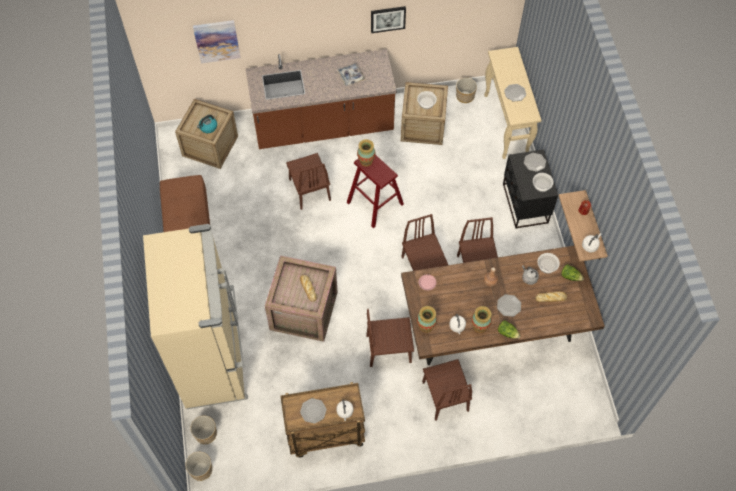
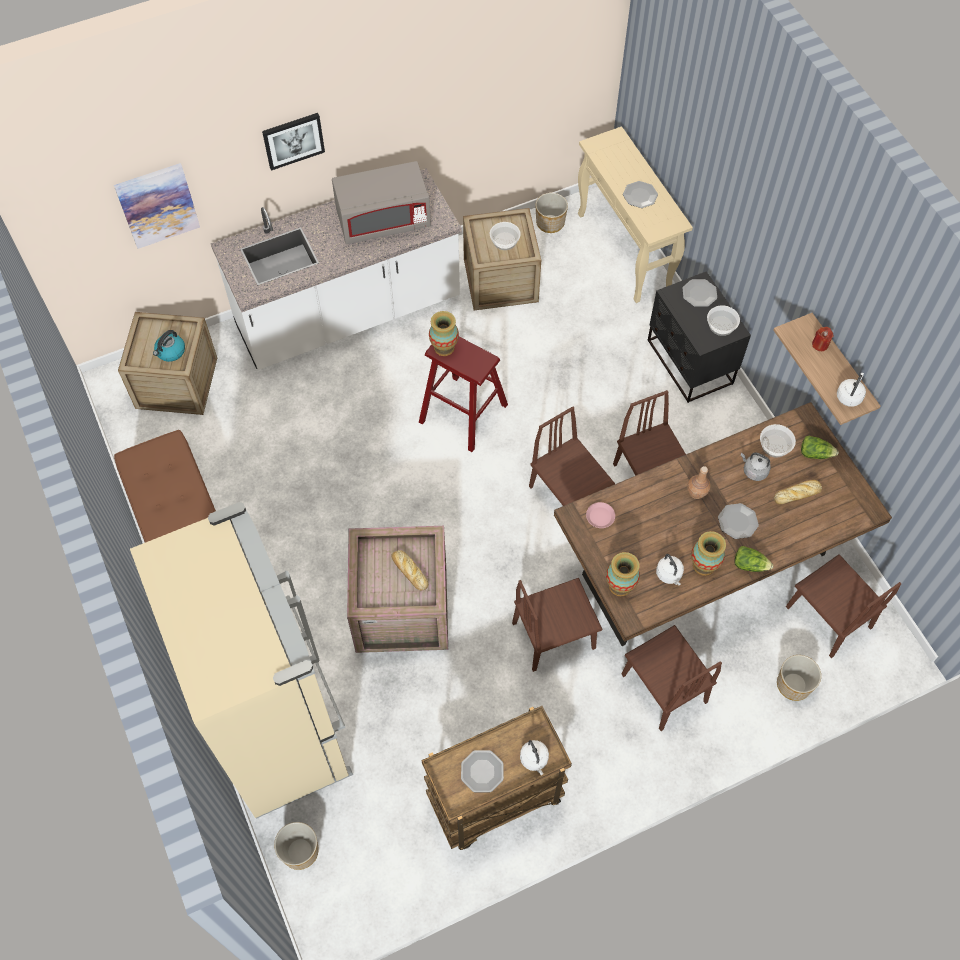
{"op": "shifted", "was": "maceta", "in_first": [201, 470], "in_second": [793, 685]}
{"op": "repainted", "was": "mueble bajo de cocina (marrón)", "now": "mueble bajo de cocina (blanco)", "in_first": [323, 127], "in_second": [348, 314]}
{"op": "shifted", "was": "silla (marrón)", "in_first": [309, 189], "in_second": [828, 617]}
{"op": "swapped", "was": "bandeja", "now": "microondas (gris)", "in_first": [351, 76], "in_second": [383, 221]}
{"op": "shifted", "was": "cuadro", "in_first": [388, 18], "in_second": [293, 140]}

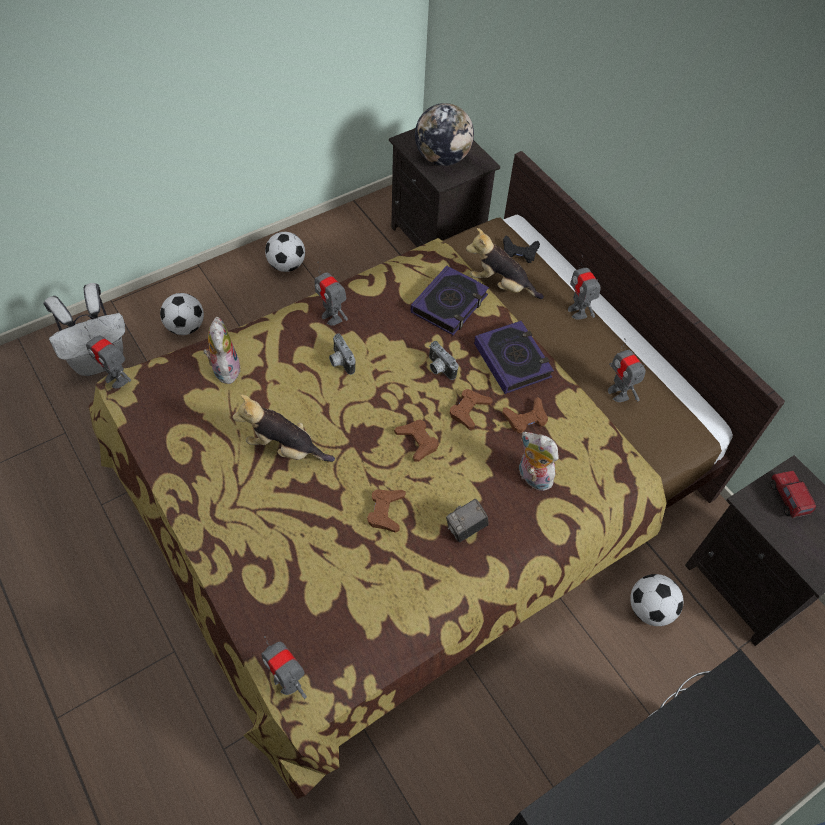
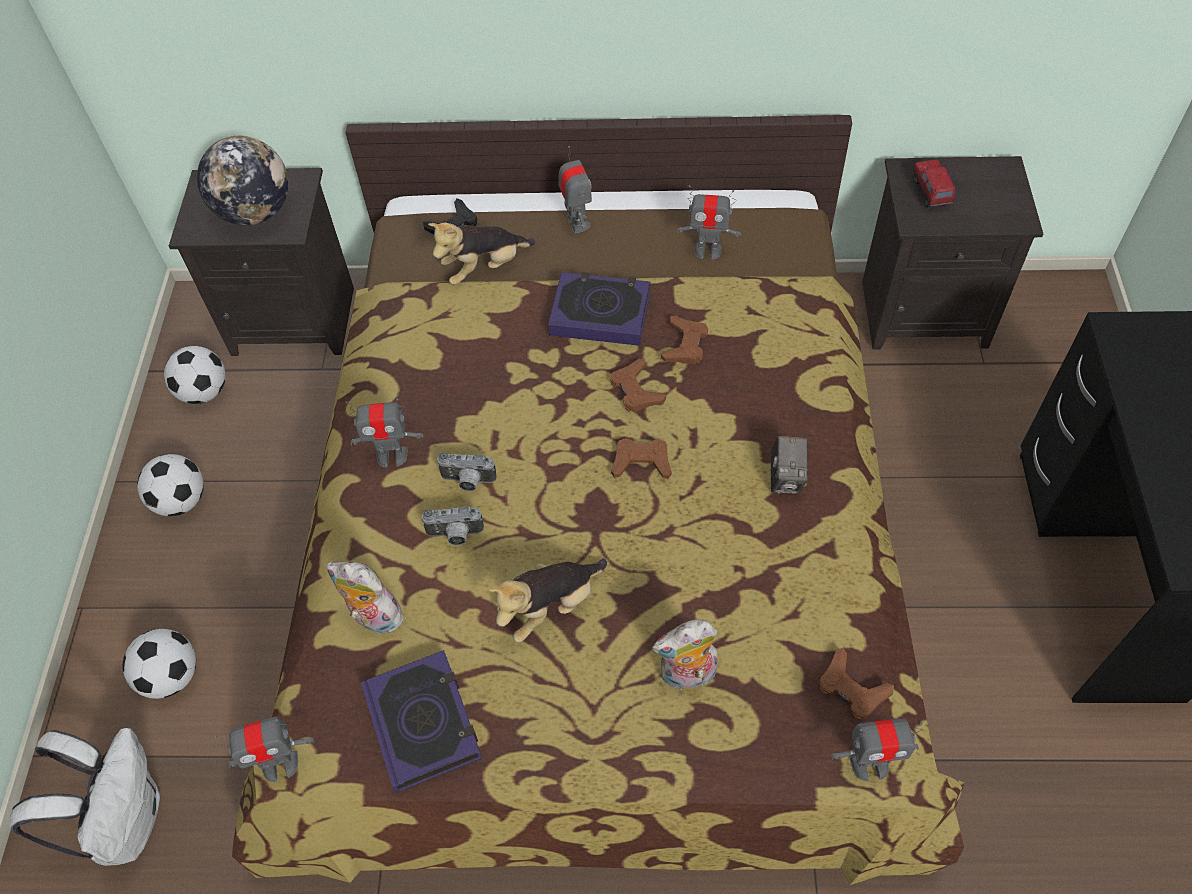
{"op": "shifted", "was": "mando de consola (marrón)", "in_first": [386, 511], "in_second": [851, 688]}
{"op": "shifted", "was": "libro", "in_first": [449, 304], "in_second": [423, 723]}
{"op": "shifted", "was": "cámara", "in_first": [438, 369], "in_second": [455, 536]}
{"op": "shifted", "was": "peluche", "in_first": [532, 478], "in_second": [687, 675]}
{"op": "rotated", "was": "robot de juguete", "in_first": [577, 311], "in_second": [577, 223], "clockwise": -120}
{"op": "shifted", "was": "balón de fútbol", "in_first": [649, 609], "in_second": [204, 392]}
{"op": "rotated", "was": "camión de juguete", "in_first": [786, 500], "in_second": [930, 193], "clockwise": 60}

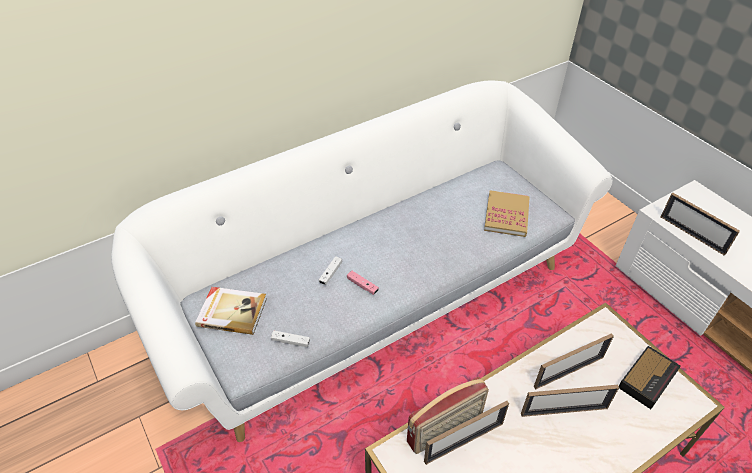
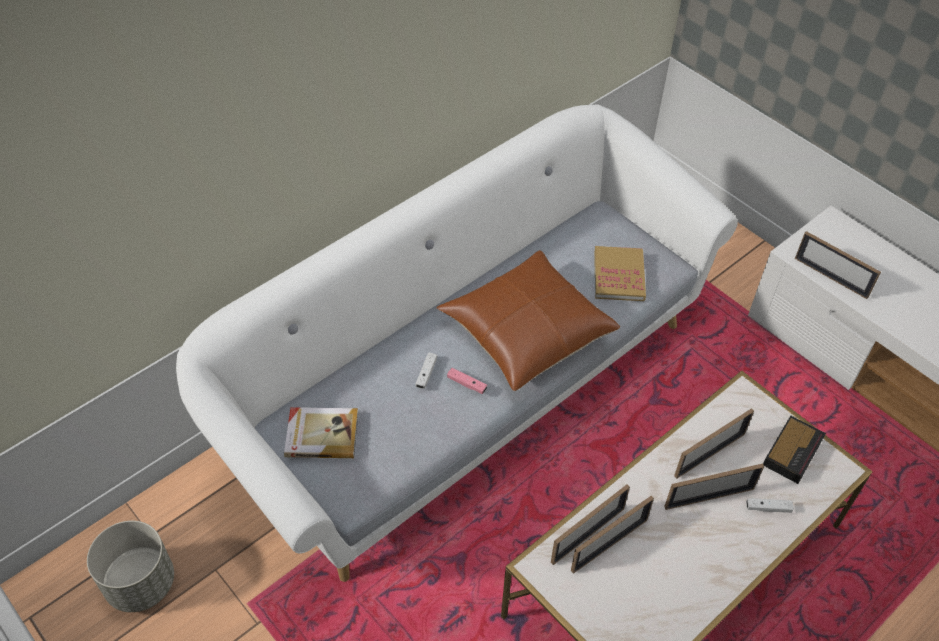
{"op": "shifted", "was": "mando de consola (blanco)", "in_first": [290, 341], "in_second": [768, 508]}
{"op": "swapped", "was": "radio", "now": "portarretratos", "in_first": [445, 430], "in_second": [587, 535]}
{"op": "new", "now": "maceta (gris)", "in_second": [140, 583]}
{"op": "new", "now": "cojín (marrón)", "in_second": [526, 331]}

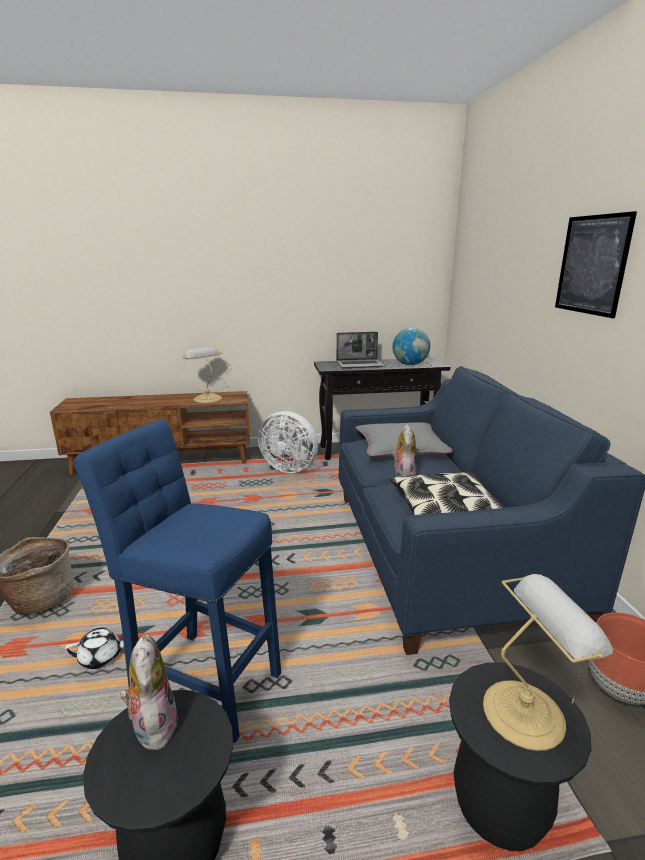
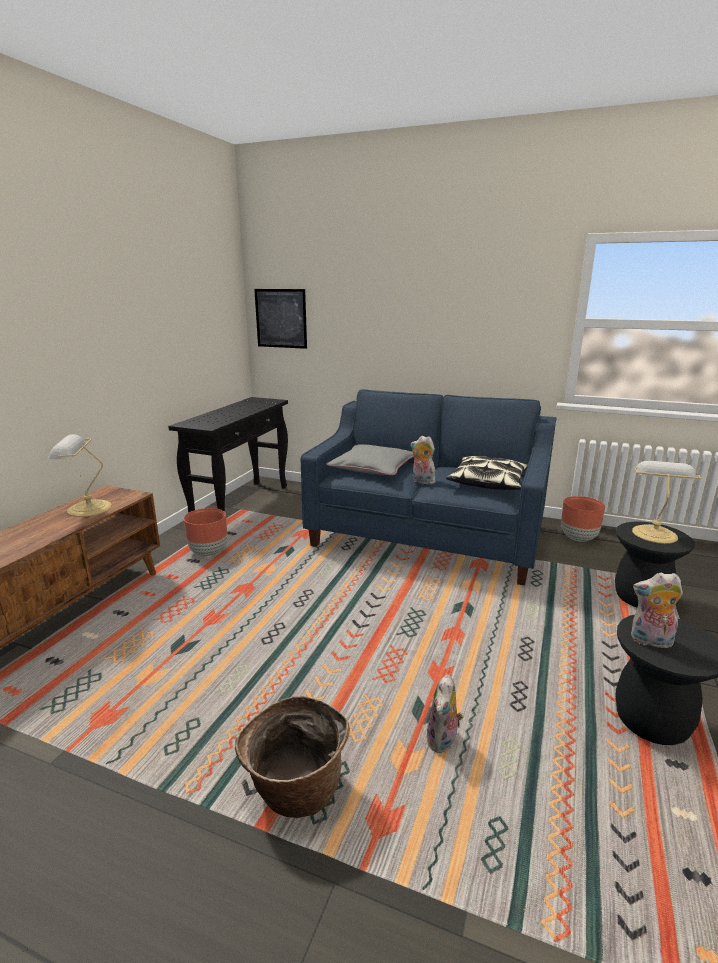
{"op": "swapped", "was": "tetera (blanco)", "now": "peluche", "in_first": [101, 657], "in_second": [443, 741]}
{"op": "gone", "was": "taburete (azul)", "in_first": [202, 681]}
{"op": "swapped", "was": "ventilador (blanco)", "now": "maceta (marrón)", "in_first": [290, 468], "in_second": [209, 552]}
{"op": "gone", "was": "portátil", "in_first": [360, 365]}
{"op": "gone", "was": "globo terráqueo", "in_first": [410, 364]}
{"op": "shifted", "was": "cuadro", "in_first": [592, 265], "in_second": [281, 318]}

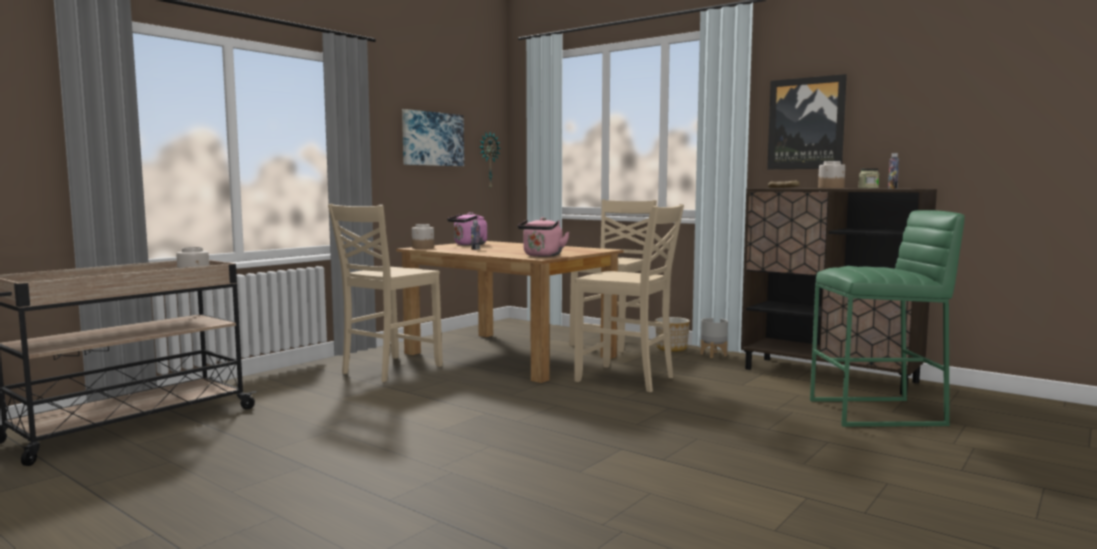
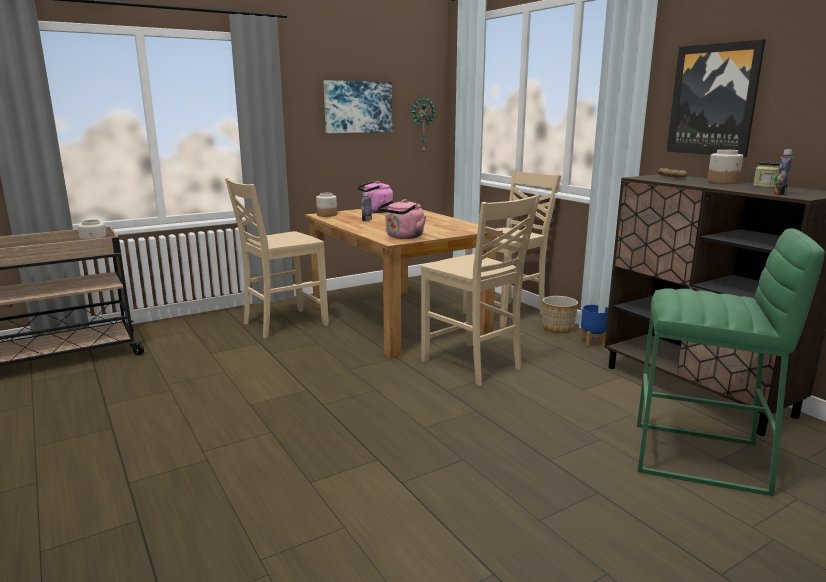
{"op": "repainted", "was": "maceta (gris)", "now": "maceta (azul)", "in_first": [714, 355], "in_second": [593, 343]}

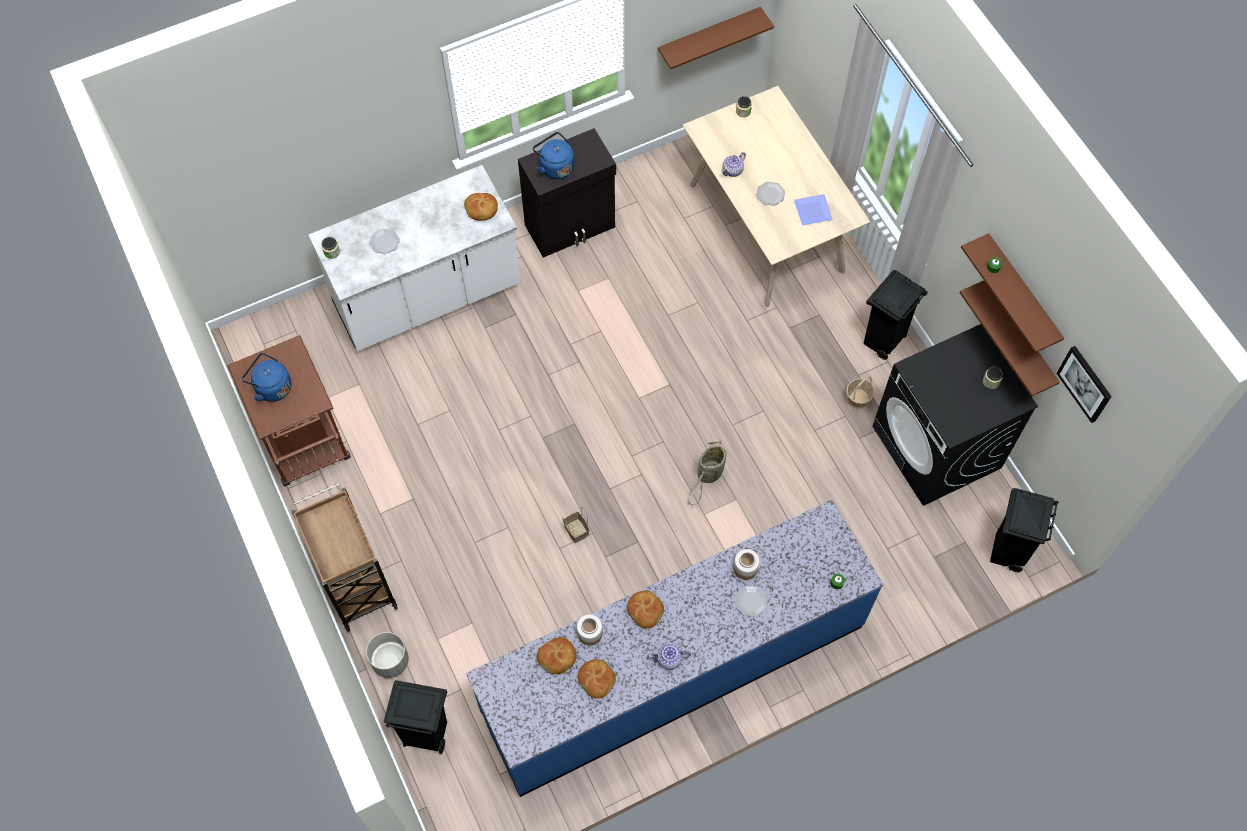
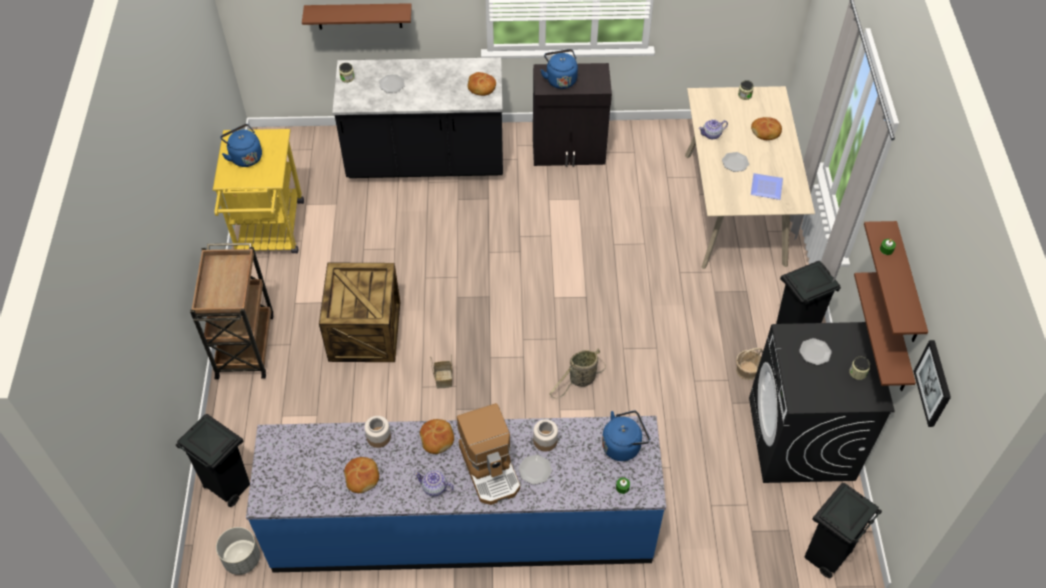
{"op": "repainted", "was": "carrito (marrón)", "now": "carrito (amarillo)", "in_first": [307, 447], "in_second": [269, 233]}
{"op": "repainted", "was": "mueble bajo de cocina (blanco)", "now": "mueble bajo de cocina (negro)", "in_first": [428, 297], "in_second": [426, 162]}
{"op": "shifted", "was": "maceta (gris)", "in_first": [390, 661], "in_second": [242, 559]}
{"op": "shifted", "was": "pan", "in_first": [557, 658], "in_second": [766, 132]}
{"op": "shifted", "was": "estante (marrón)", "in_first": [708, 37], "in_second": [359, 16]}
{"op": "new", "now": "caja de embalaje", "in_second": [363, 331]}
{"op": "new", "now": "cafetera", "in_second": [491, 468]}
{"op": "new", "now": "hervidor (azul)", "in_second": [623, 445]}
{"op": "new", "now": "plato", "in_second": [814, 352]}

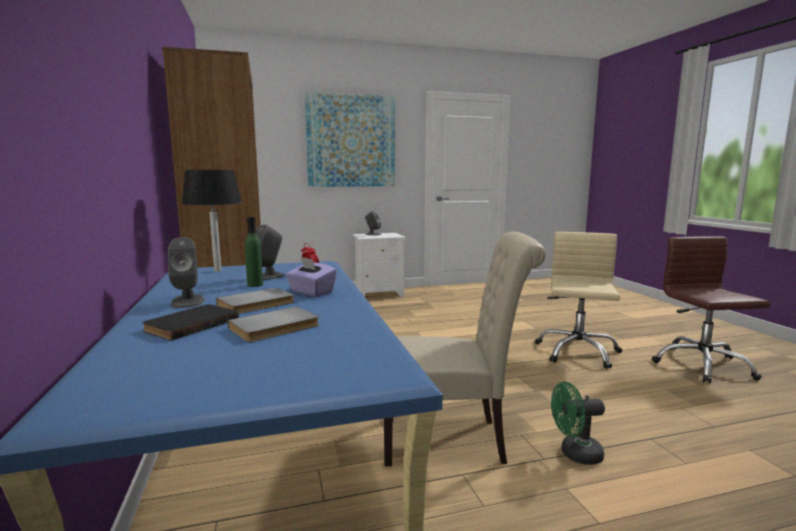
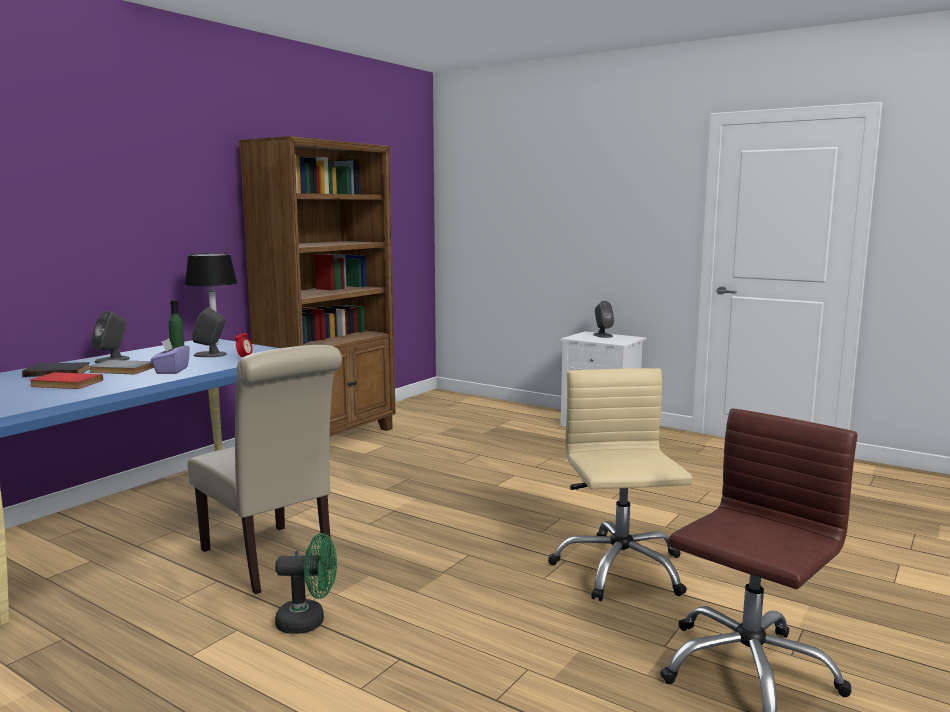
{"op": "repainted", "was": "libro (gris)", "now": "libro (rojo)", "in_first": [276, 328], "in_second": [65, 384]}
{"op": "gone", "was": "cuadro", "in_first": [351, 141]}
{"op": "rotated", "was": "silla de oficina (beis)", "in_first": [577, 352], "in_second": [619, 569], "clockwise": -75}
{"op": "rotated", "was": "ventilador (verde)", "in_first": [575, 454], "in_second": [309, 622], "clockwise": 135}

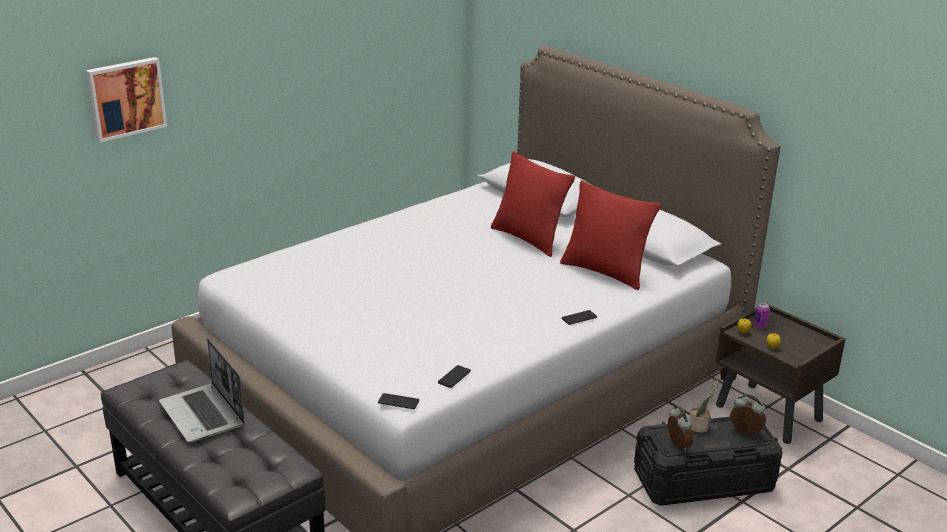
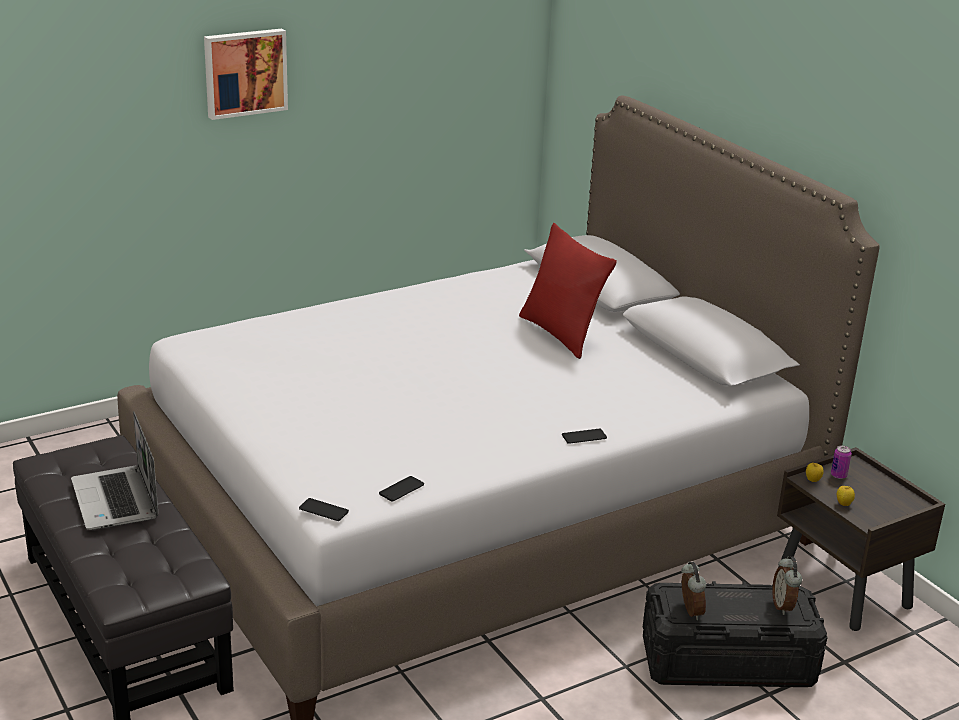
{"op": "shifted", "was": "cuadro", "in_first": [125, 98], "in_second": [245, 72]}
{"op": "gone", "was": "cojín (rojo)", "in_first": [605, 272]}
{"op": "gone", "was": "planta en maceta", "in_first": [700, 427]}
{"op": "rotated", "was": "despertador", "in_first": [745, 432], "in_second": [783, 606], "clockwise": -135}

